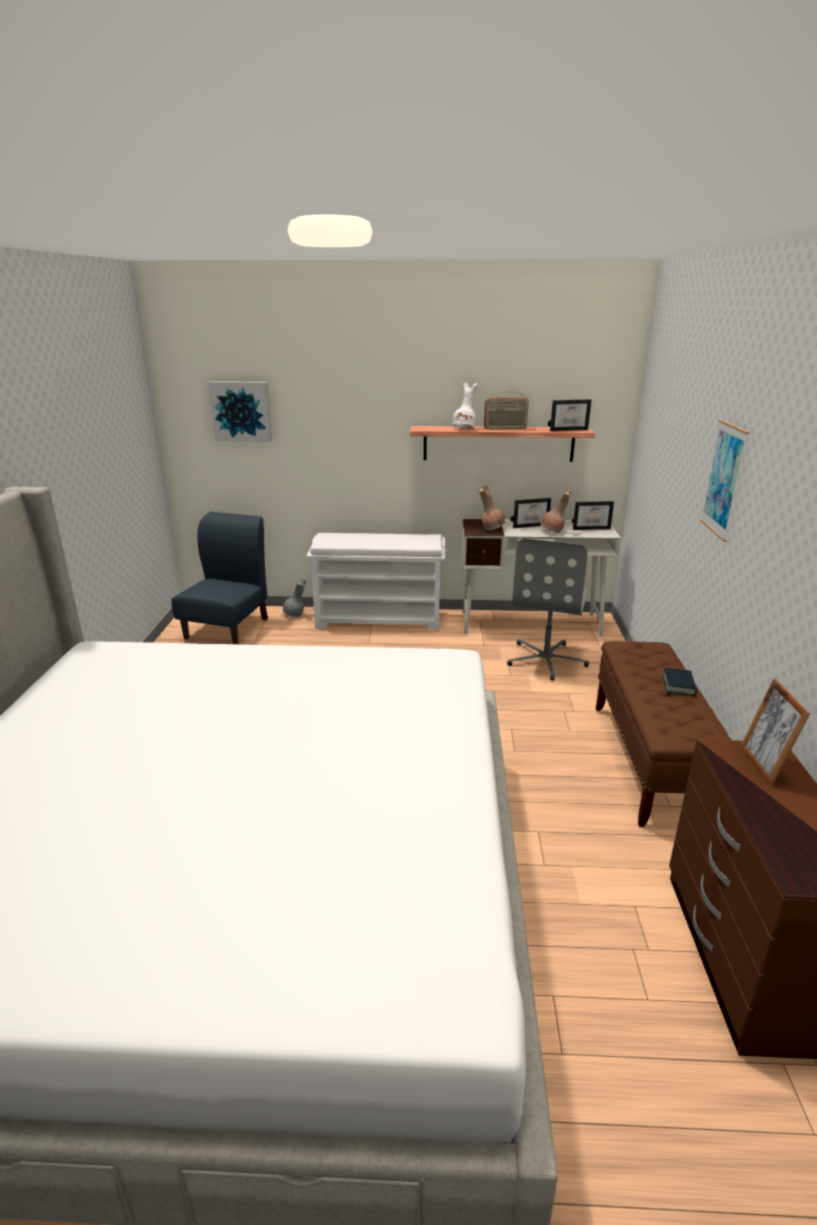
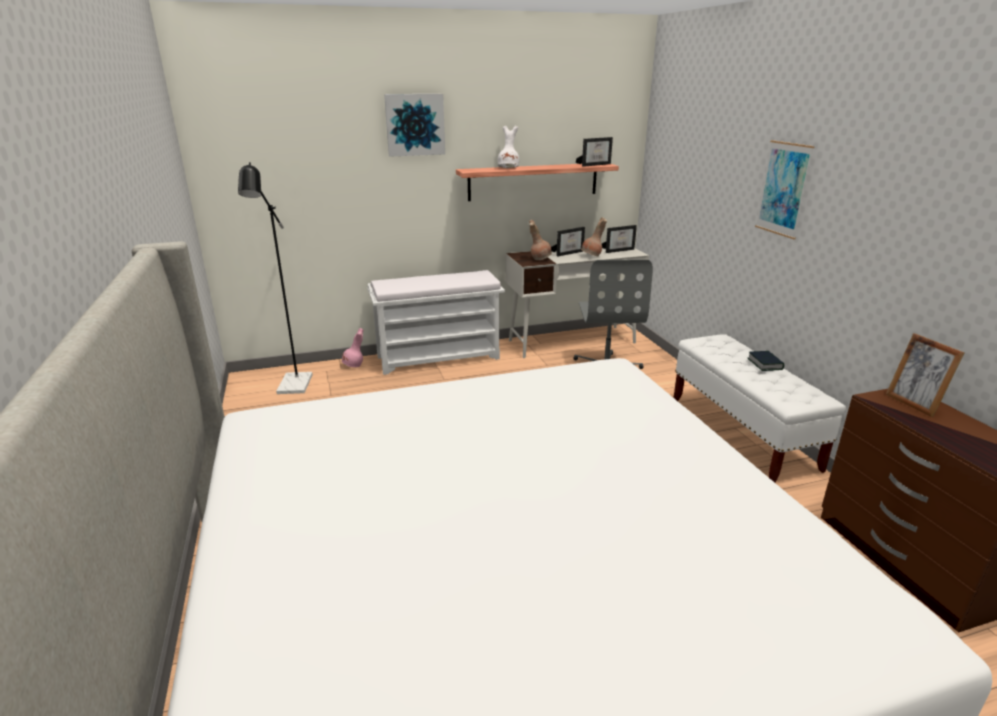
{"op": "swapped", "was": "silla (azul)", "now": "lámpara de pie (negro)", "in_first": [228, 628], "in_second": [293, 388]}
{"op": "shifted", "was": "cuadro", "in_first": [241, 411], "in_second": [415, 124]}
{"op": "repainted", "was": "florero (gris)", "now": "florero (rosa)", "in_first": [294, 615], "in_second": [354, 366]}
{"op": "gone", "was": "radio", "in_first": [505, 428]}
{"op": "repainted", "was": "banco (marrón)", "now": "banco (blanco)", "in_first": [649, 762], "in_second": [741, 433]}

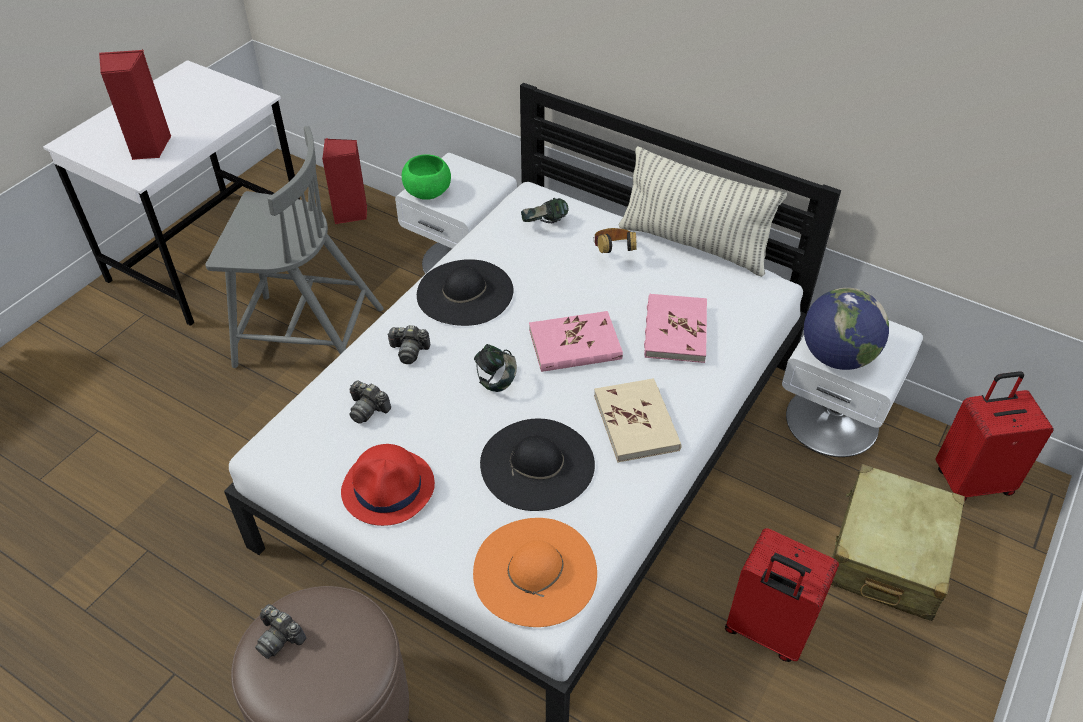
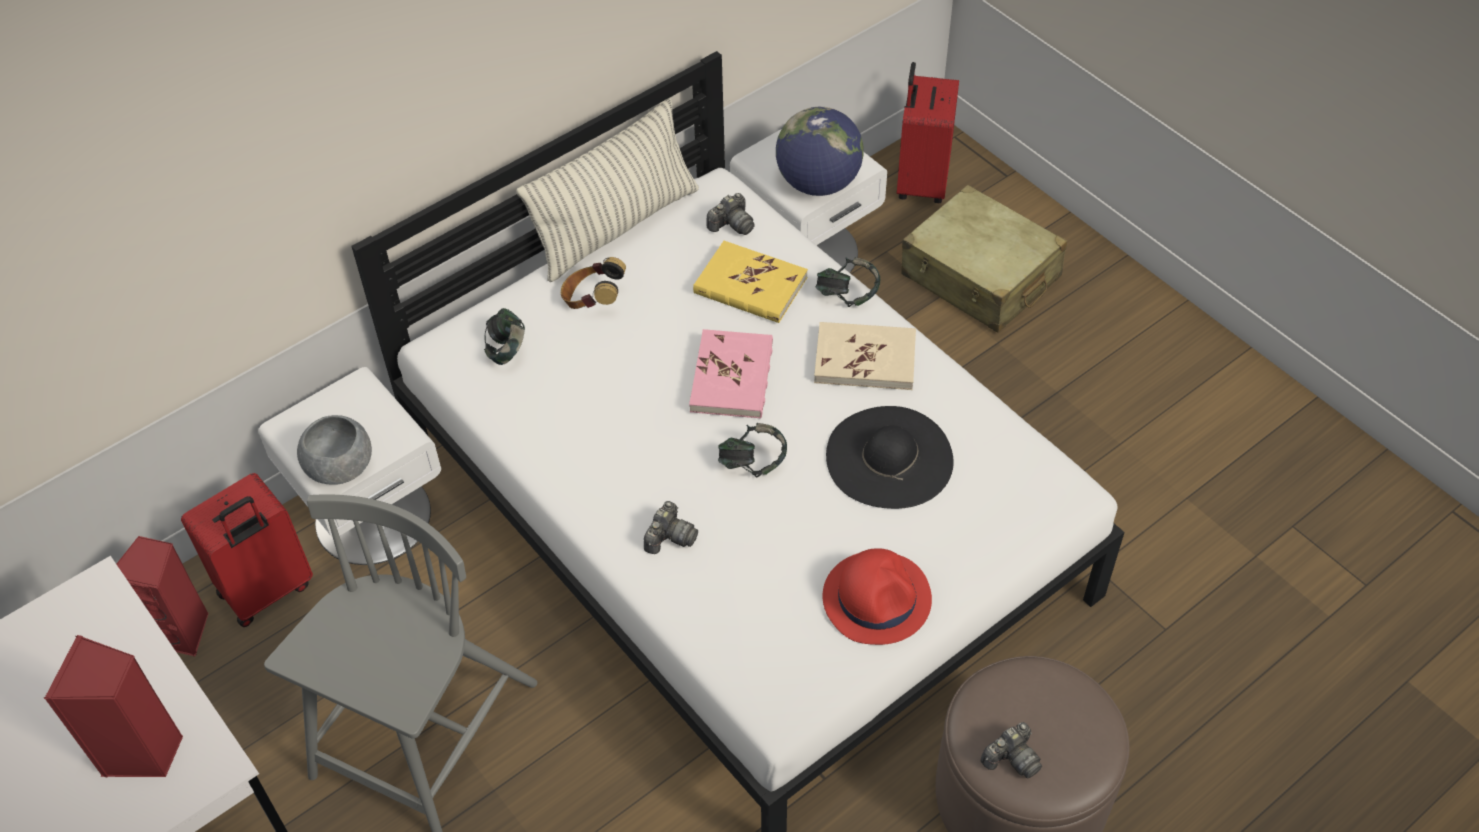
{"op": "shifted", "was": "cámara", "in_first": [368, 409], "in_second": [732, 225]}
{"op": "repainted", "was": "cuenco (verde)", "now": "cuenco (gris)", "in_first": [428, 192], "in_second": [340, 466]}
{"op": "gone", "was": "sombrero (negro)", "in_first": [465, 292]}
{"op": "gone", "was": "sombrero (naranja)", "in_first": [535, 571]}
{"op": "repainted", "was": "libro (rosa)", "now": "libro (amarillo)", "in_first": [675, 331], "in_second": [750, 286]}
{"op": "shifted", "was": "maleta (rojo)", "in_first": [766, 631], "in_second": [267, 591]}
{"op": "new", "now": "auriculares", "in_second": [847, 295]}

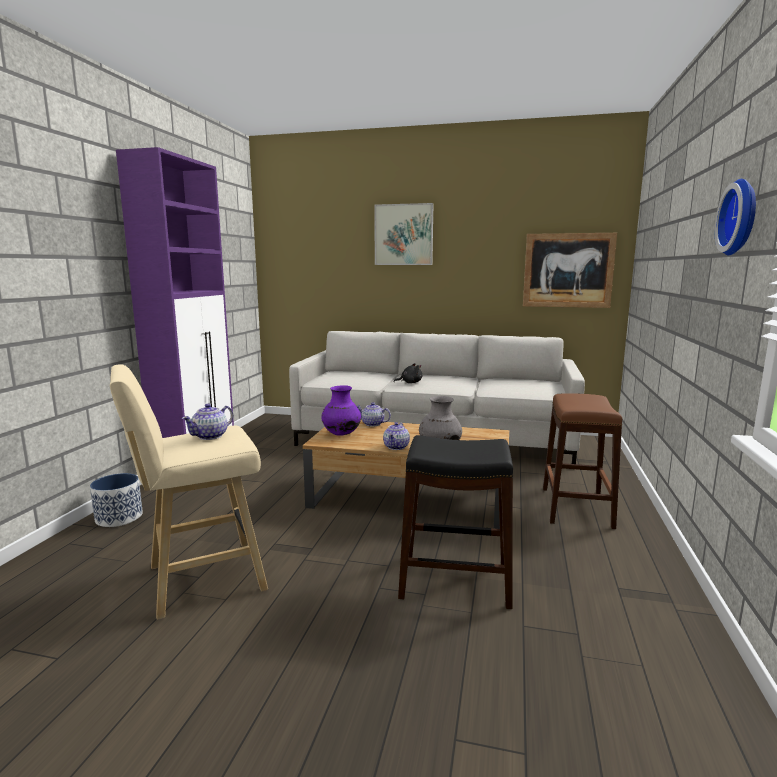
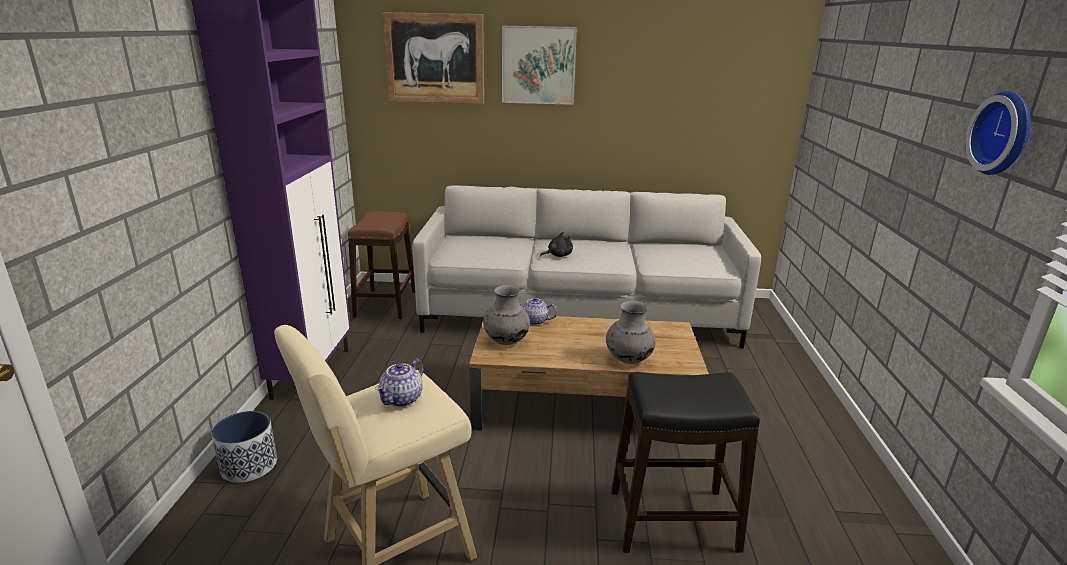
{"op": "repainted", "was": "florero (morado)", "now": "florero (gris)", "in_first": [341, 434], "in_second": [506, 341]}
{"op": "gone", "was": "tetera", "in_first": [396, 447]}
{"op": "shifted", "was": "cuadro", "in_first": [568, 270], "in_second": [434, 59]}
{"op": "shifted", "was": "taburete (marrón)", "in_first": [576, 507], "in_second": [386, 304]}

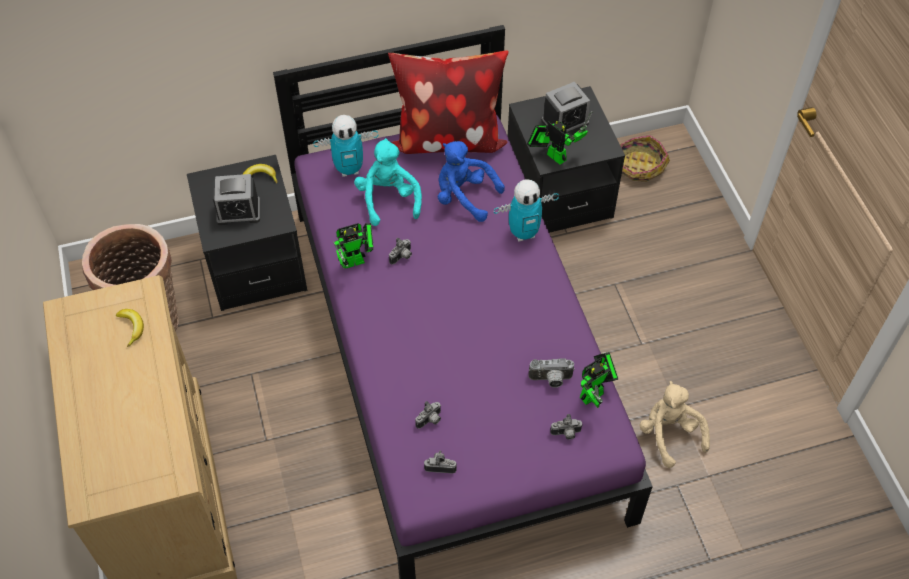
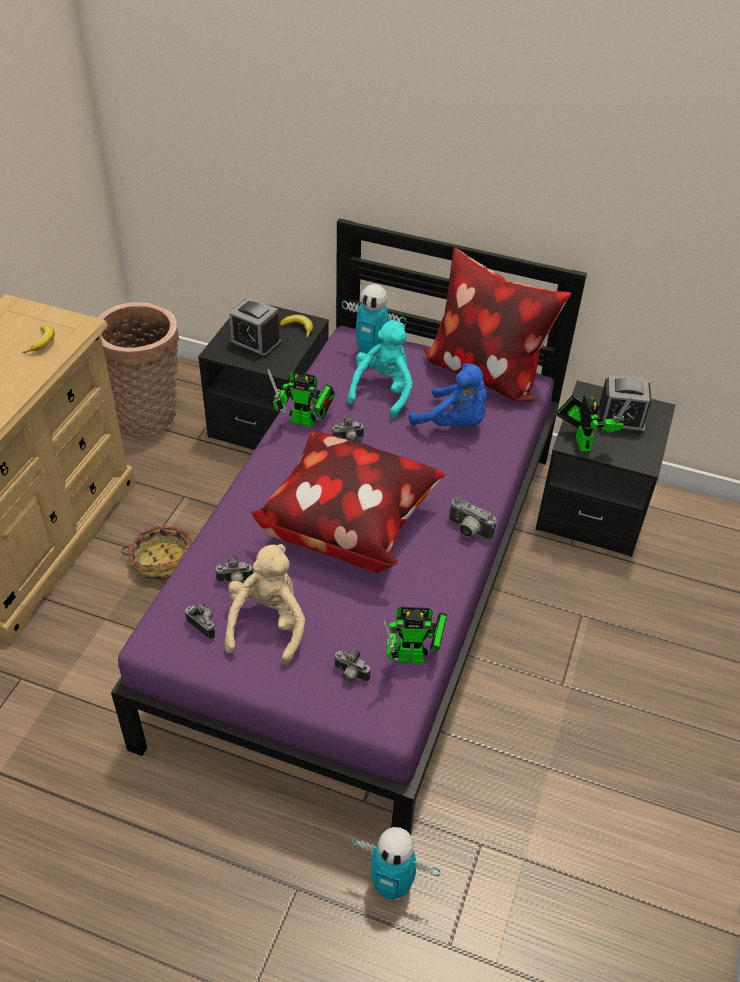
{"op": "rotated", "was": "peluche (azul)", "in_first": [464, 196], "in_second": [453, 423], "clockwise": 150}
{"op": "shifted", "was": "robot de juguete", "in_first": [524, 233], "in_second": [391, 885]}
{"op": "shifted", "was": "cámara", "in_first": [551, 380], "in_second": [467, 531]}
{"op": "shifted", "was": "cesta", "in_first": [638, 166], "in_second": [161, 560]}
{"op": "shifted", "was": "peluche (beis)", "in_first": [669, 434], "in_second": [268, 624]}
{"op": "new", "now": "cojín", "in_second": [347, 525]}

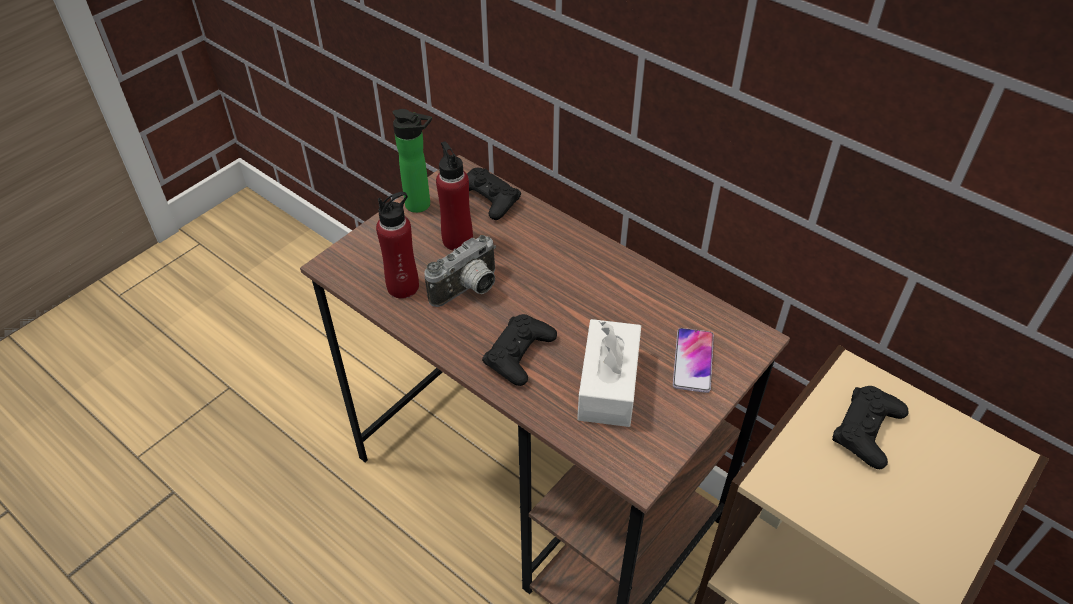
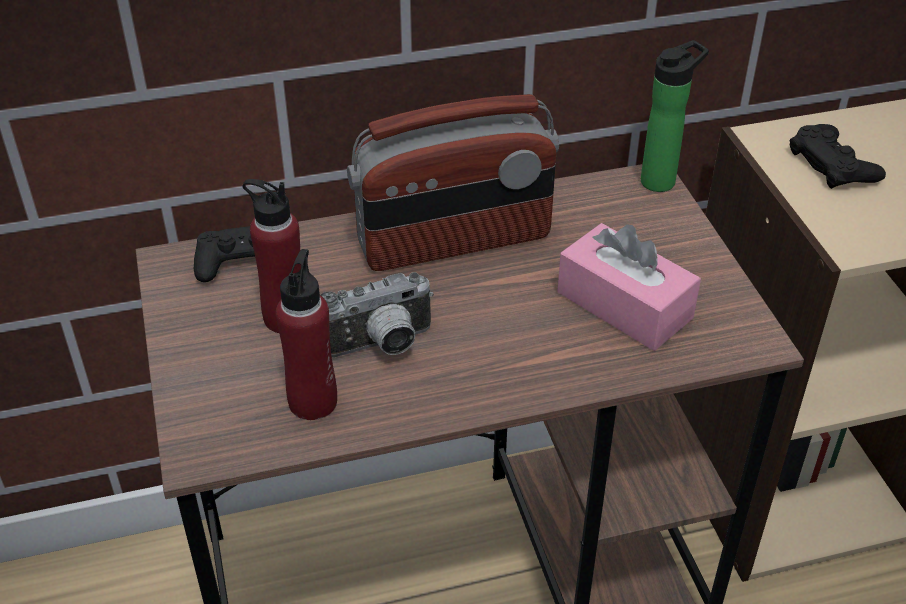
{"op": "shifted", "was": "botella", "in_first": [421, 205], "in_second": [662, 180]}
{"op": "rotated", "was": "cámara", "in_first": [468, 290], "in_second": [380, 346], "clockwise": 75}
{"op": "gone", "was": "mando de consola (negro)", "in_first": [519, 354]}
{"op": "repainted", "was": "caja de pañuelos (blanco)", "now": "caja de pañuelos (rosa)", "in_first": [608, 384], "in_second": [624, 305]}
{"op": "gone", "was": "móvil", "in_first": [693, 361]}
{"op": "new", "now": "radio", "in_second": [455, 241]}

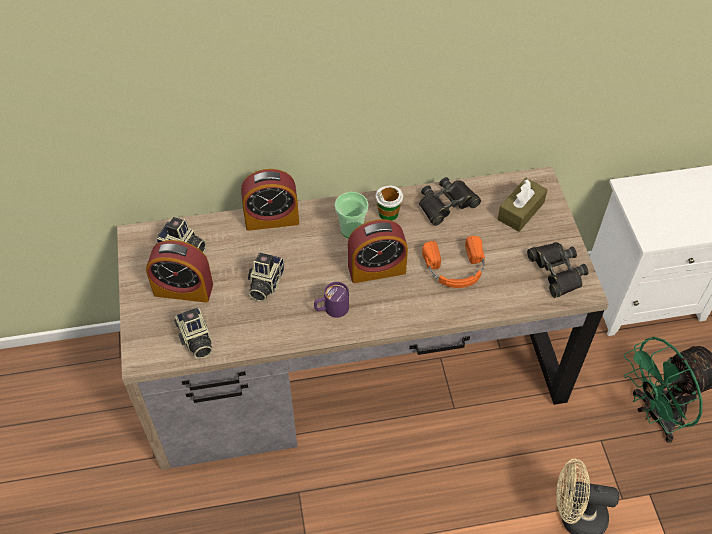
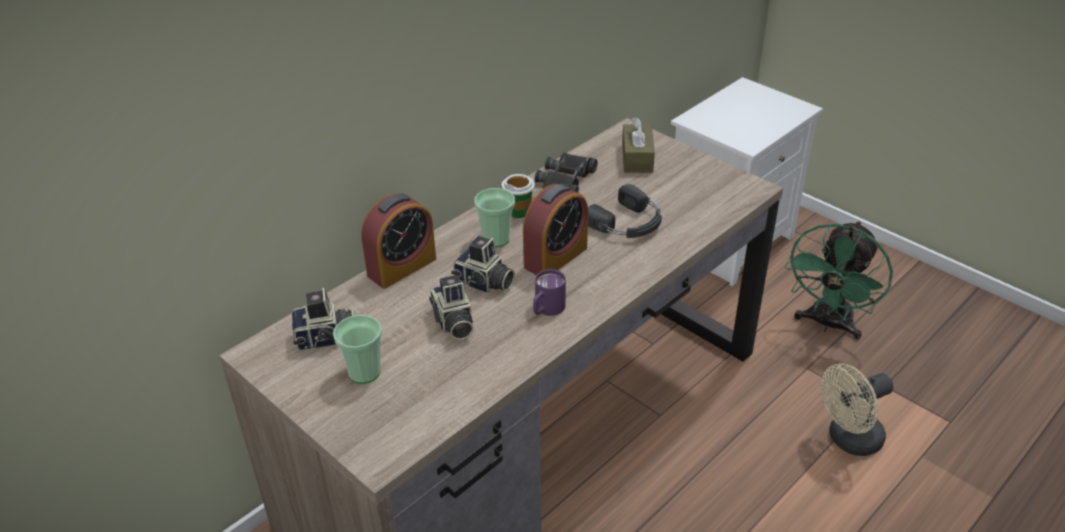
{"op": "swapped", "was": "despertador", "now": "taza", "in_first": [183, 289], "in_second": [364, 372]}
{"op": "shifted", "was": "cámara", "in_first": [196, 340], "in_second": [484, 283]}
{"op": "repainted", "was": "auriculares (naranja)", "now": "auriculares (negro)", "in_first": [455, 269], "in_second": [628, 223]}
{"op": "gone", "was": "prismáticos (negro)", "in_first": [557, 271]}

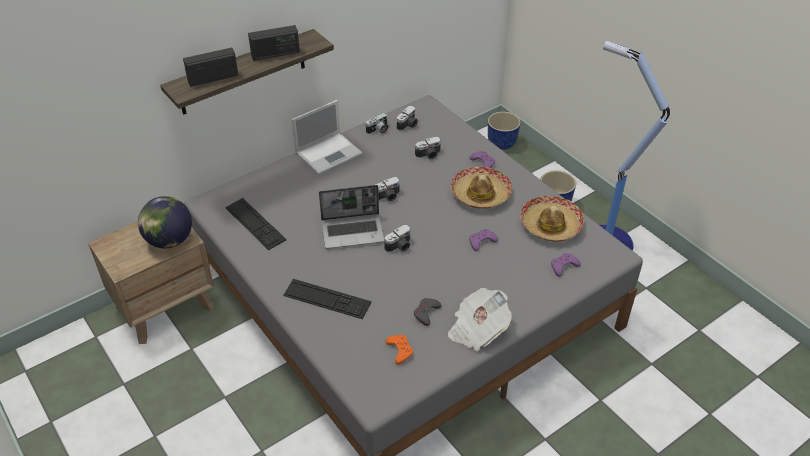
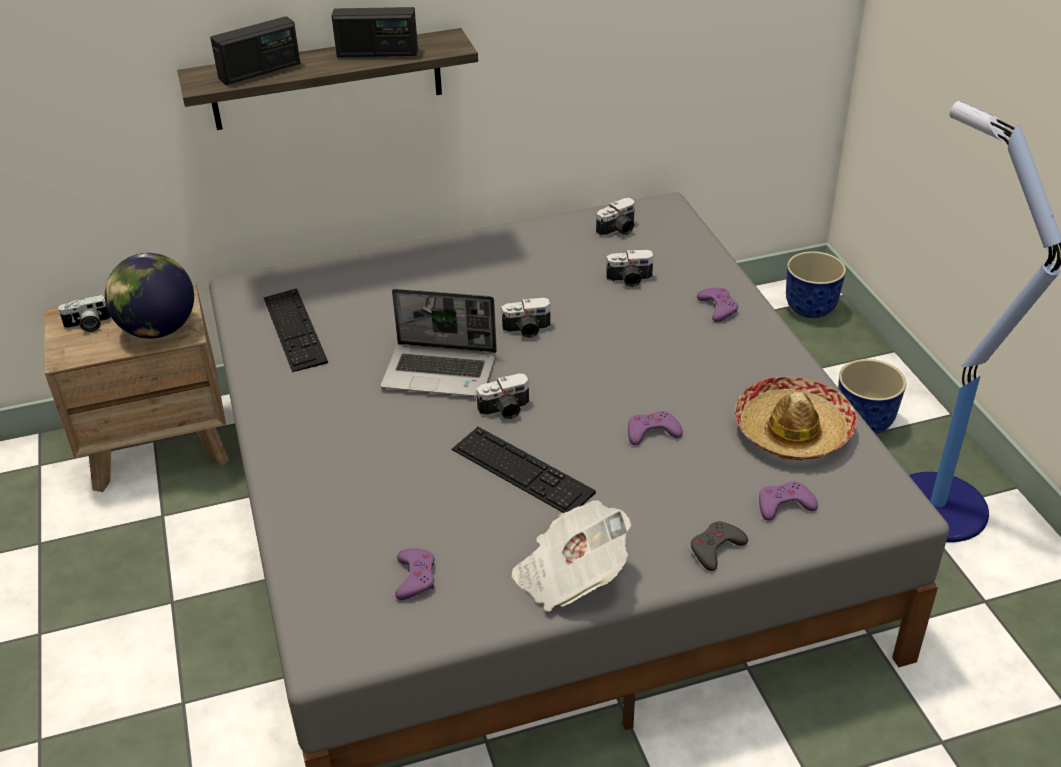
{"op": "rotated", "was": "radio", "in_first": [213, 78], "in_second": [260, 71], "clockwise": 150}
{"op": "shifted", "was": "teclado", "in_first": [327, 299], "in_second": [522, 471]}
{"op": "gone", "was": "portátil", "in_first": [329, 153]}
{"op": "shifted", "was": "cámara", "in_first": [378, 130], "in_second": [88, 325]}
{"op": "repainted", "was": "mando de consola (naranja)", "now": "mando de consola (morado)", "in_first": [399, 350], "in_second": [415, 577]}
{"op": "shifted", "was": "mando de consola (gris)", "in_first": [426, 313], "in_second": [716, 549]}
{"op": "gone", "was": "sombrero", "in_first": [480, 194]}

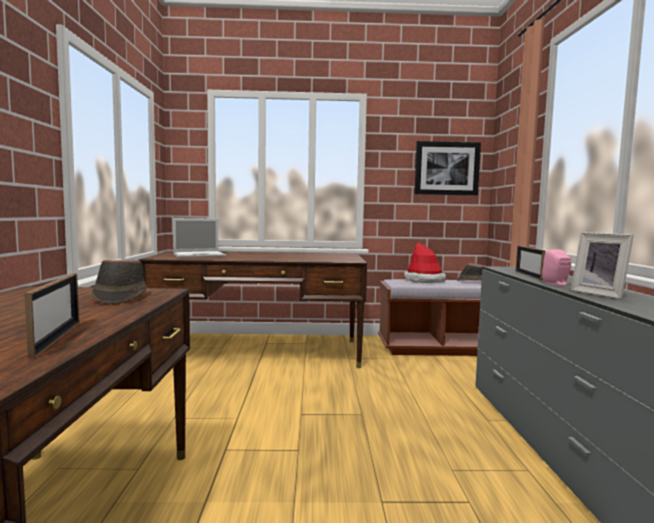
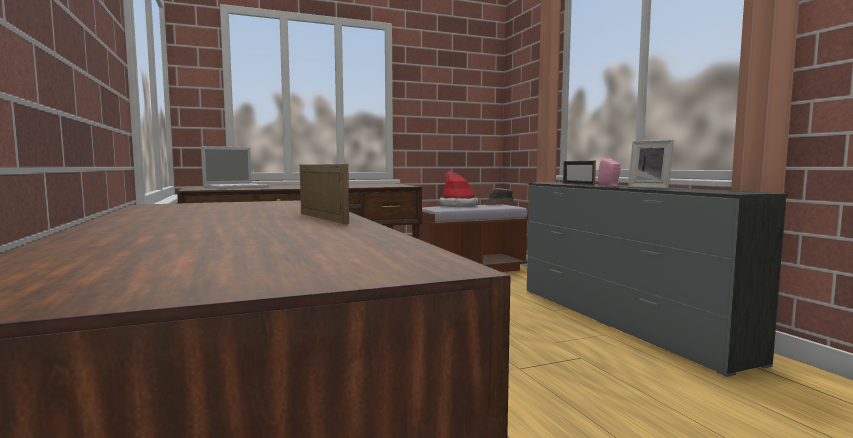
{"op": "gone", "was": "sombrero (marrón)", "in_first": [119, 297]}
{"op": "gone", "was": "cuadro", "in_first": [446, 168]}

